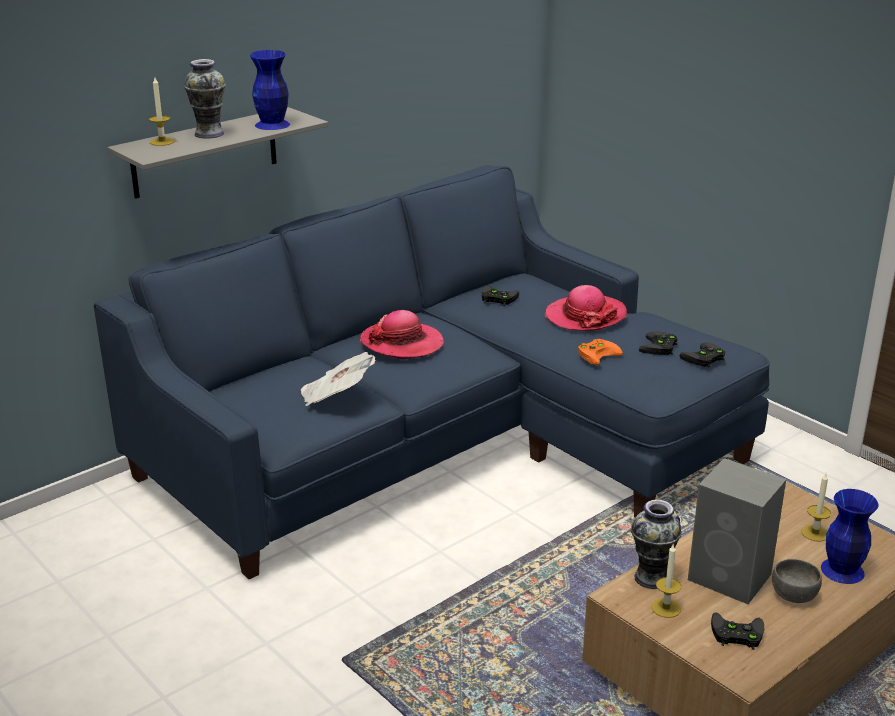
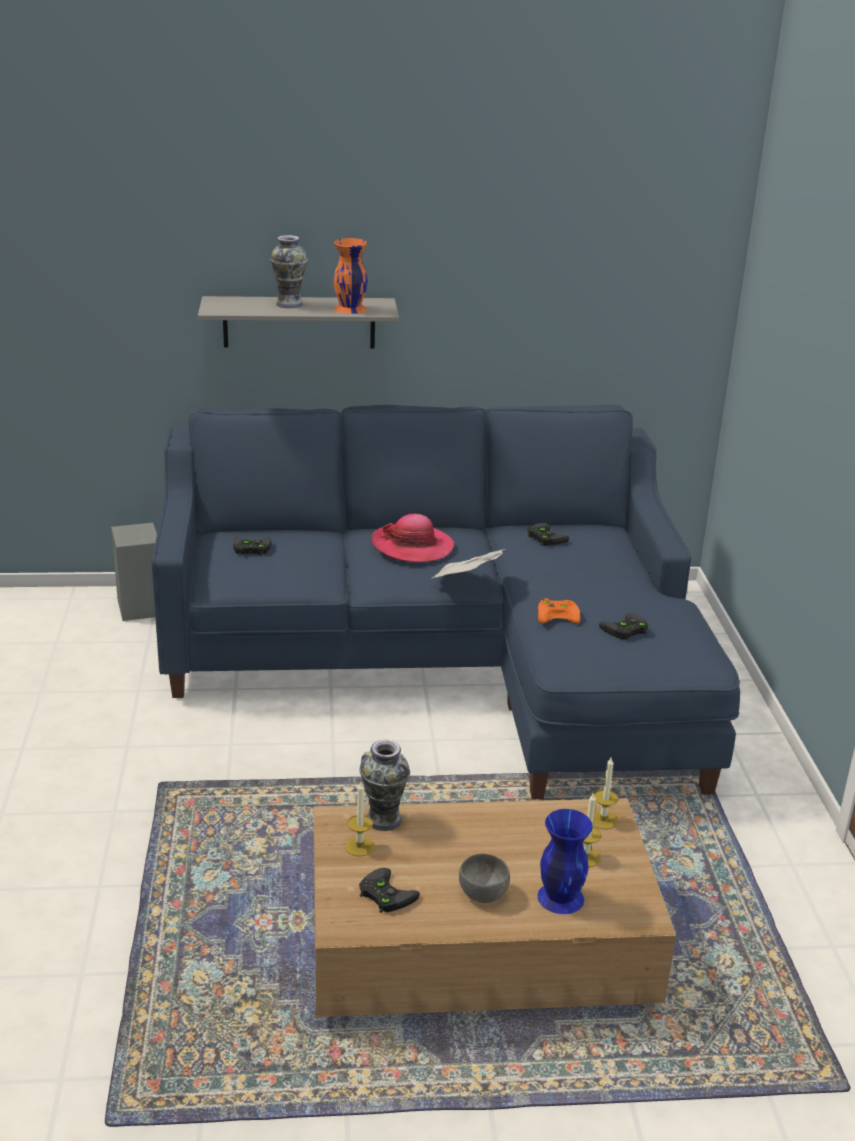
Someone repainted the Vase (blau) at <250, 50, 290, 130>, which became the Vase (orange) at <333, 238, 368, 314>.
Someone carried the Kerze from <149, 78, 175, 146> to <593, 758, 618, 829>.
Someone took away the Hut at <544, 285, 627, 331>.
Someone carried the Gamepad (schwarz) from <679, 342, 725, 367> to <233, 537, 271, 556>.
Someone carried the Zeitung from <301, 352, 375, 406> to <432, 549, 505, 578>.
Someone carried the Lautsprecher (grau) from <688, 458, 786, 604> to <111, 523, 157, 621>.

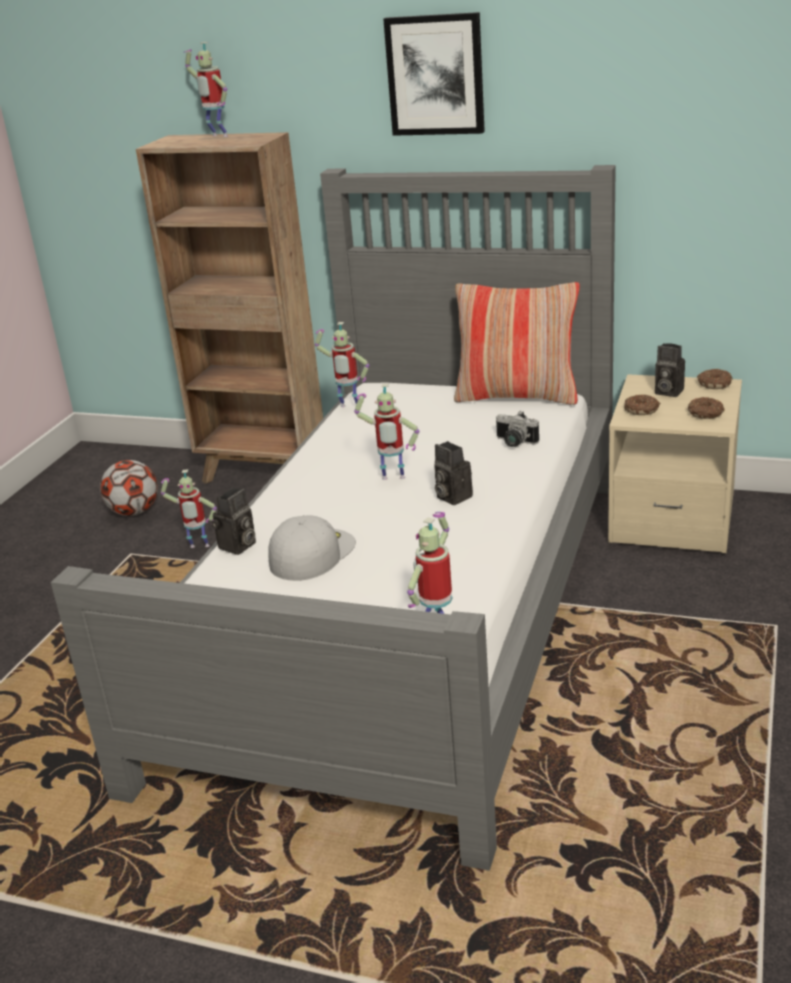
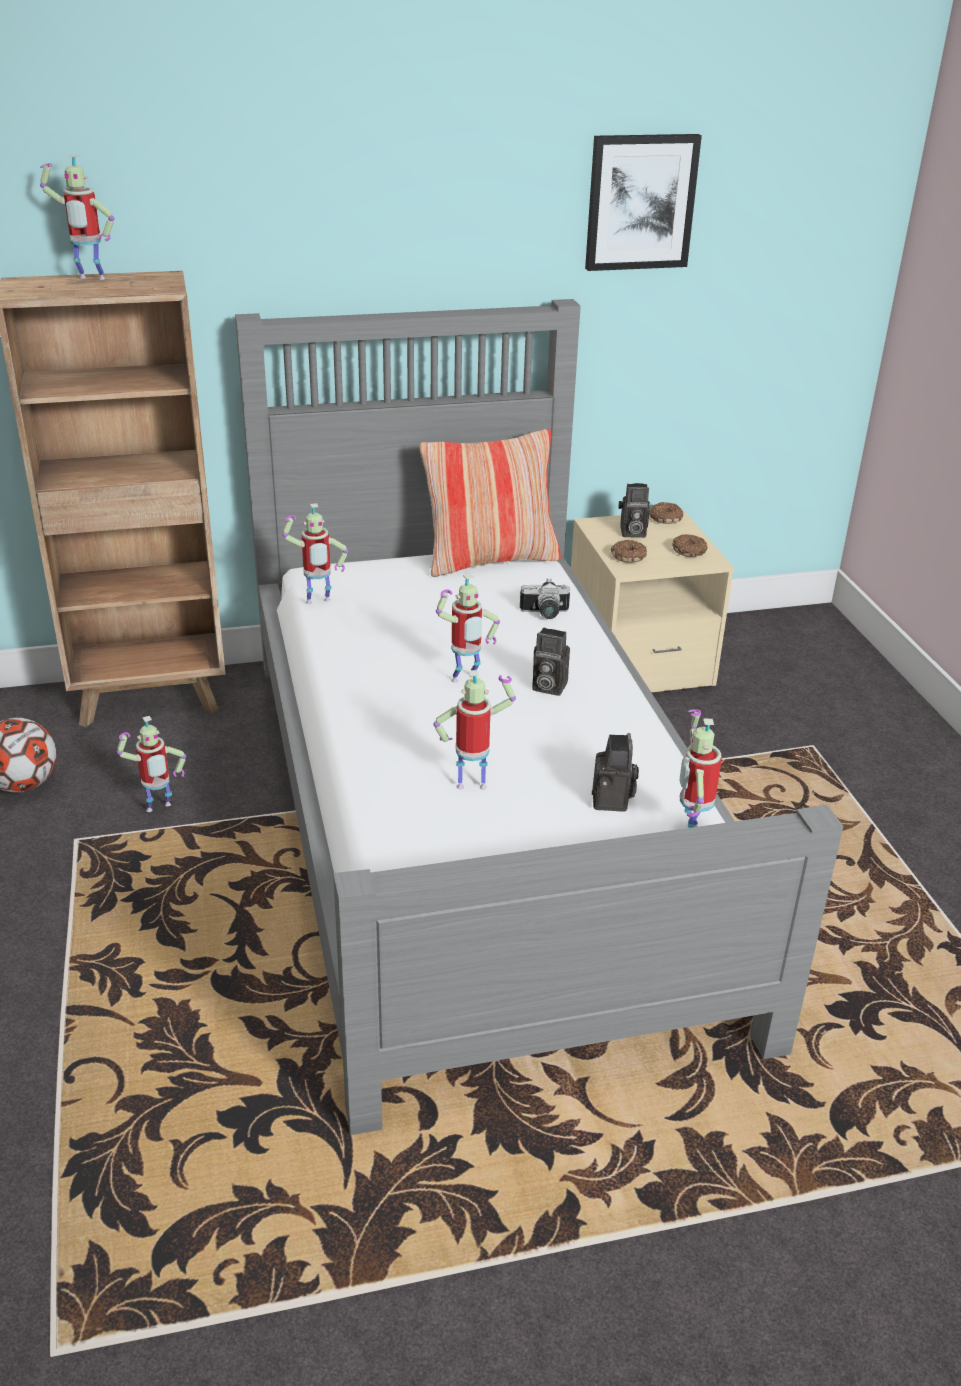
Someone carried the Bild from <383, 12, 485, 136> to <585, 134, 702, 271>.
Someone carried the Kamera from <211, 488, 256, 555> to <592, 733, 639, 812>.
Someone swapped the Kappe (weiß) at <269, 515, 356, 581> for the Spielzeugroboter at <434, 670, 516, 790>.

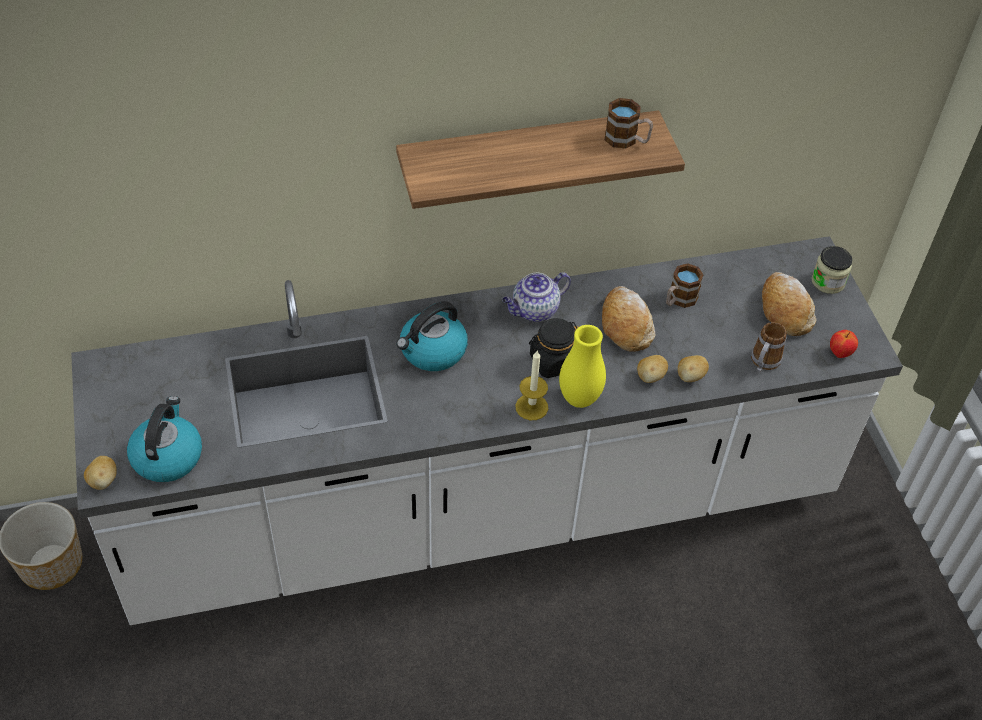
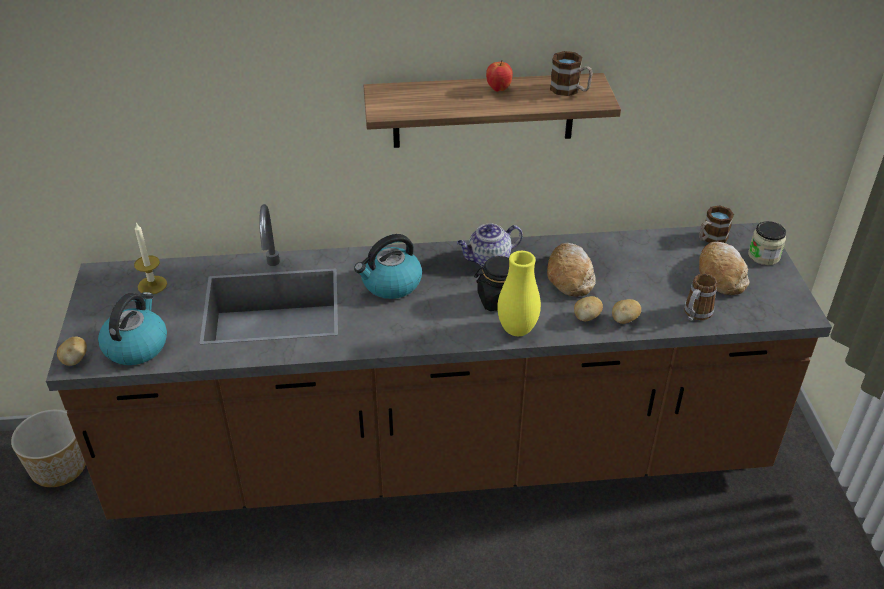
Someone repainted the Küchenzeile (weiß) at <71, 236, 903, 625>, which became the Küchenzeile (braun) at <46, 204, 832, 520>.
Someone carried the Henkelbecher from <666, 263, 703, 308> to <699, 206, 734, 243>.
Someone carried the Apfel from <830, 330, 858, 358> to <486, 61, 513, 92>.
Someone carried the Kerze from <515, 351, 548, 420> to <134, 222, 167, 294>.

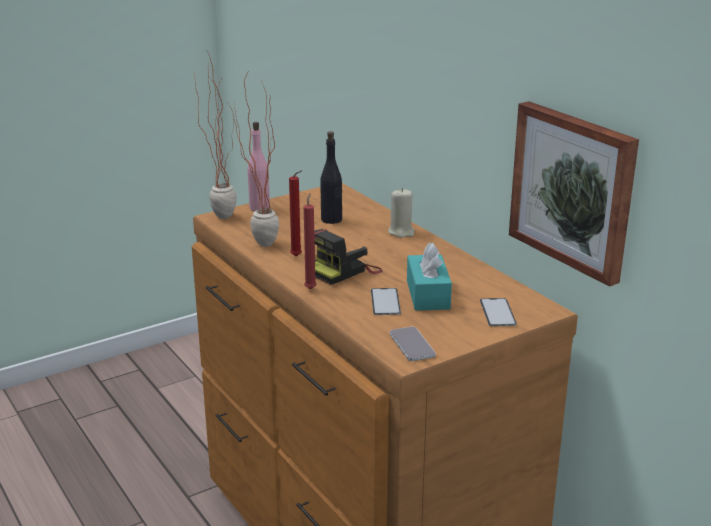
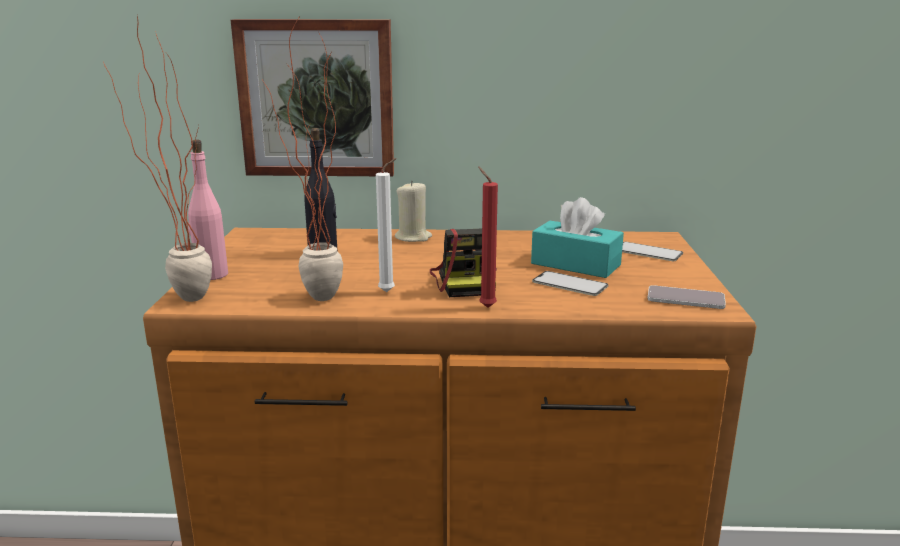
Someone carried the Bild from <509, 101, 639, 287> to <231, 19, 394, 177>.
Someone repainted the Kerze (rot) at <289, 170, 302, 256>, which became the Kerze (weiß) at <376, 158, 396, 292>.

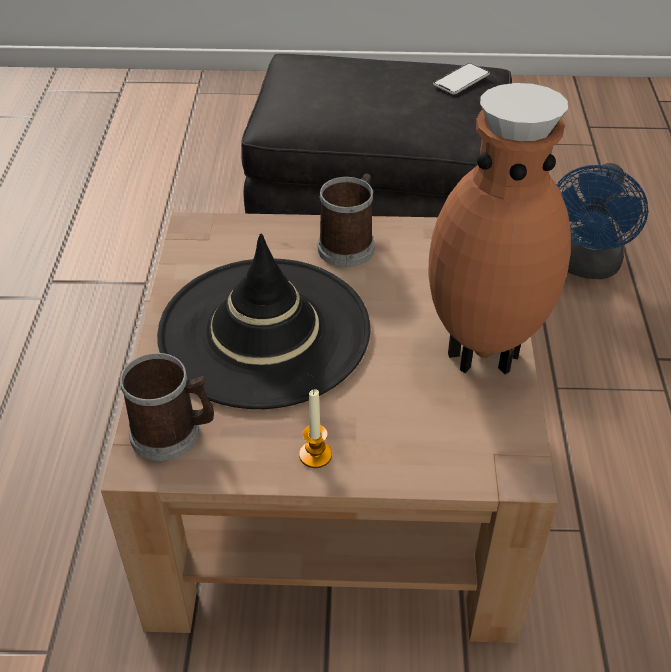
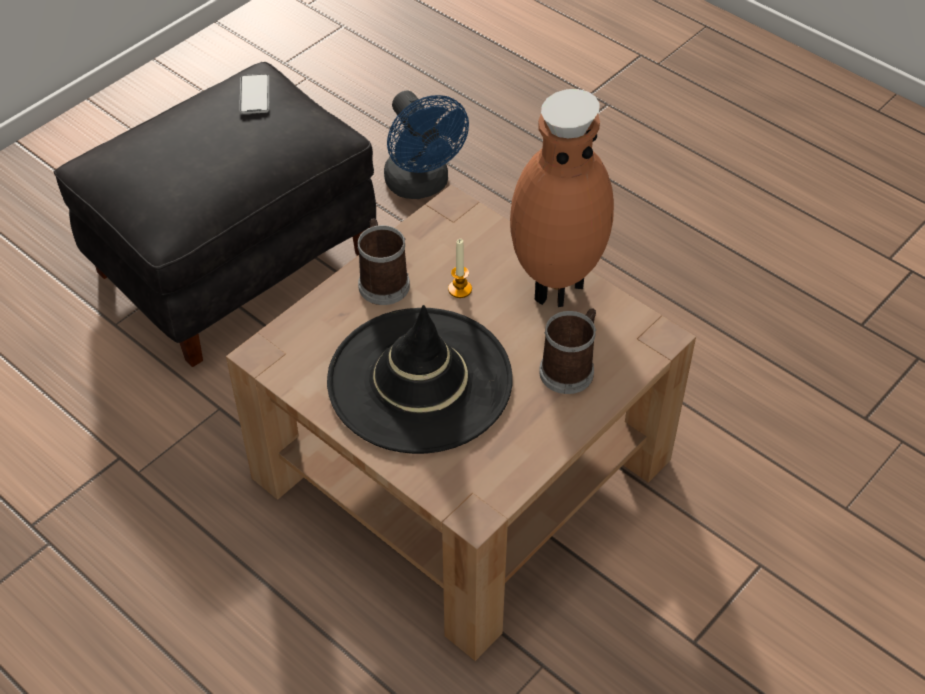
Someone carried the Henkelbecher from <120, 353, 214, 461> to <539, 308, 596, 394>.
Someone carried the Kerze from <299, 389, 332, 468> to <448, 239, 472, 298>.

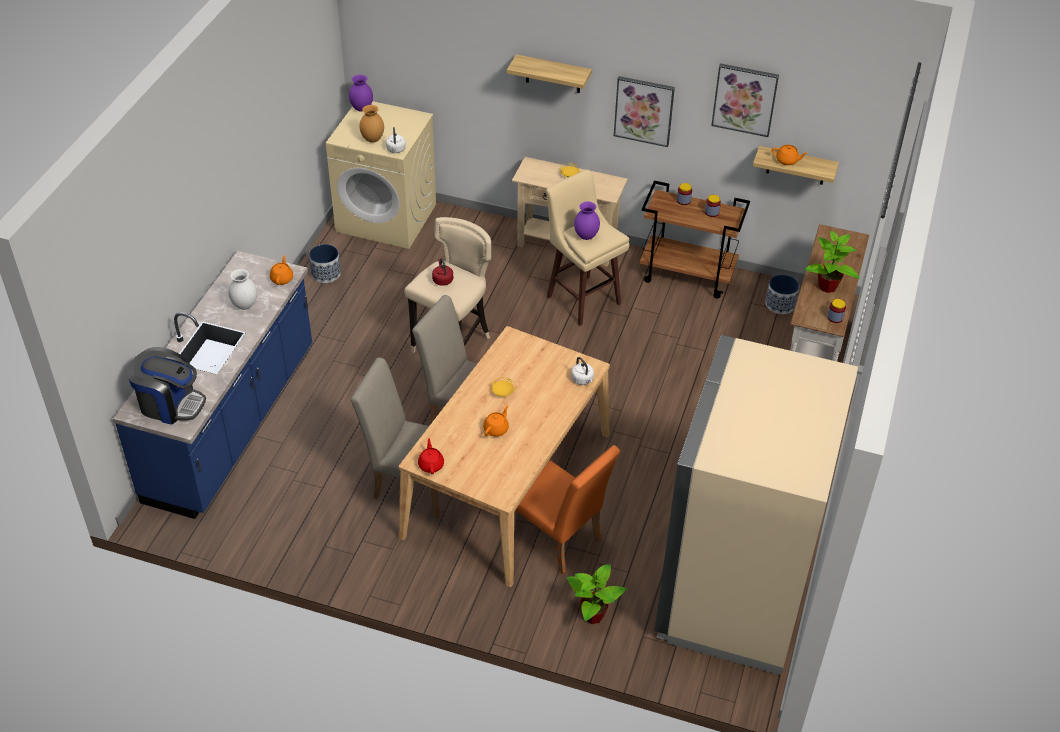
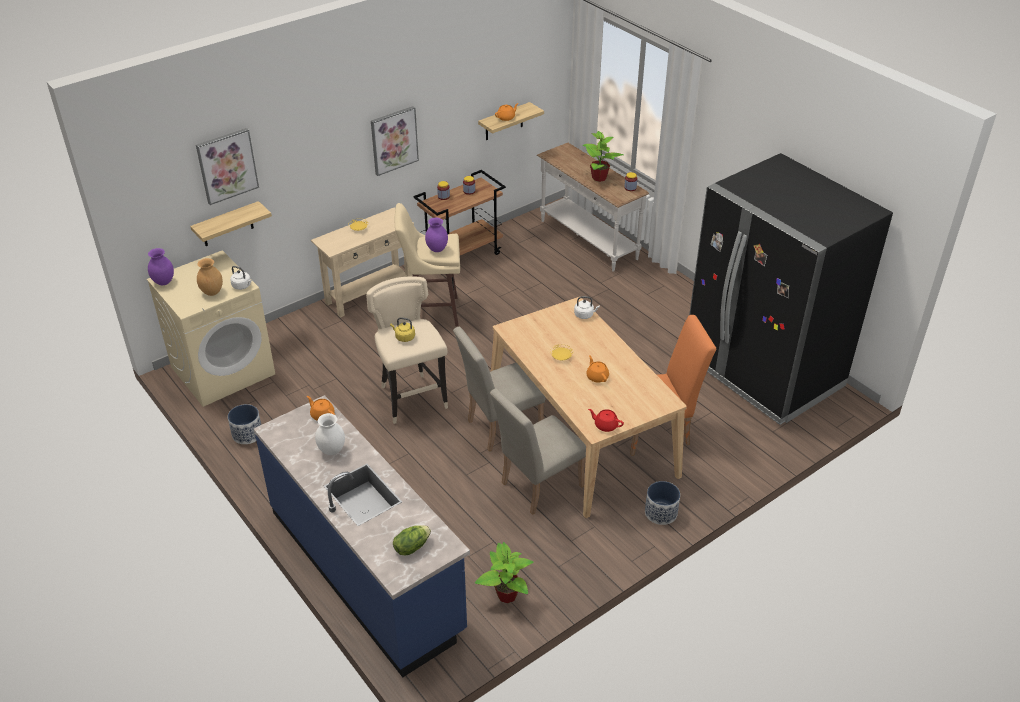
Someone carried the Wandregal from <507, 54, 592, 93> to <190, 201, 272, 246>.
Someone carried the Bild from <711, 63, 779, 137> to <196, 128, 259, 205>.
Someone repainted the Wasserkessel (rot) at <432, 258, 453, 286>, which became the Wasserkessel (gelb) at <390, 317, 415, 342>.
Someone carried the Pflanzkübel from <765, 274, 800, 314> to <645, 481, 680, 525>.
Someone repainted the Kühlschrank (beige) at <655, 335, 858, 675>, which became the Kühlschrank (schwarz) at <689, 153, 893, 425>.
Someone swapped the Kaffeemaschine at <128, 347, 206, 425> for the Salatkopf at <393, 525, 431, 555>.
Someone carried the Topfpflanze from <567, 564, 627, 624> to <475, 542, 533, 603>.

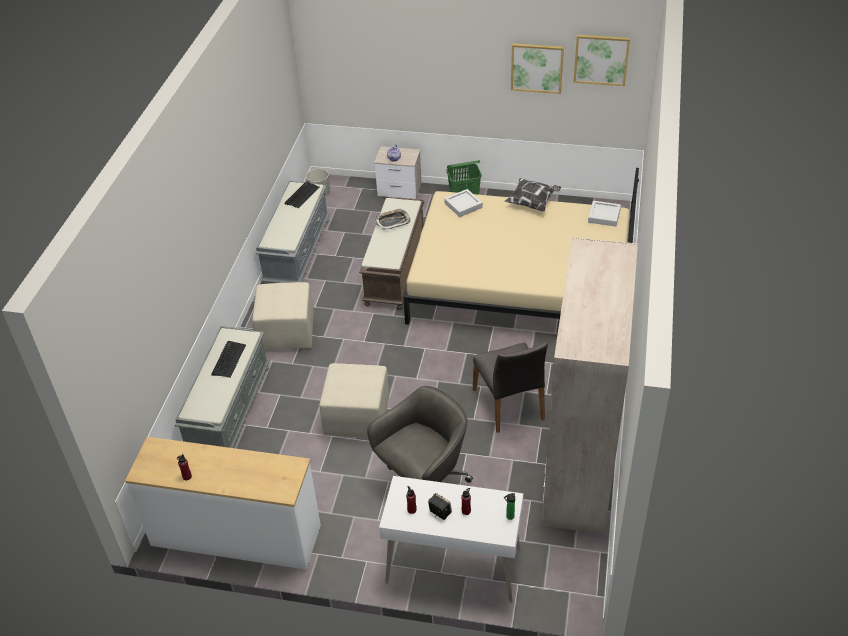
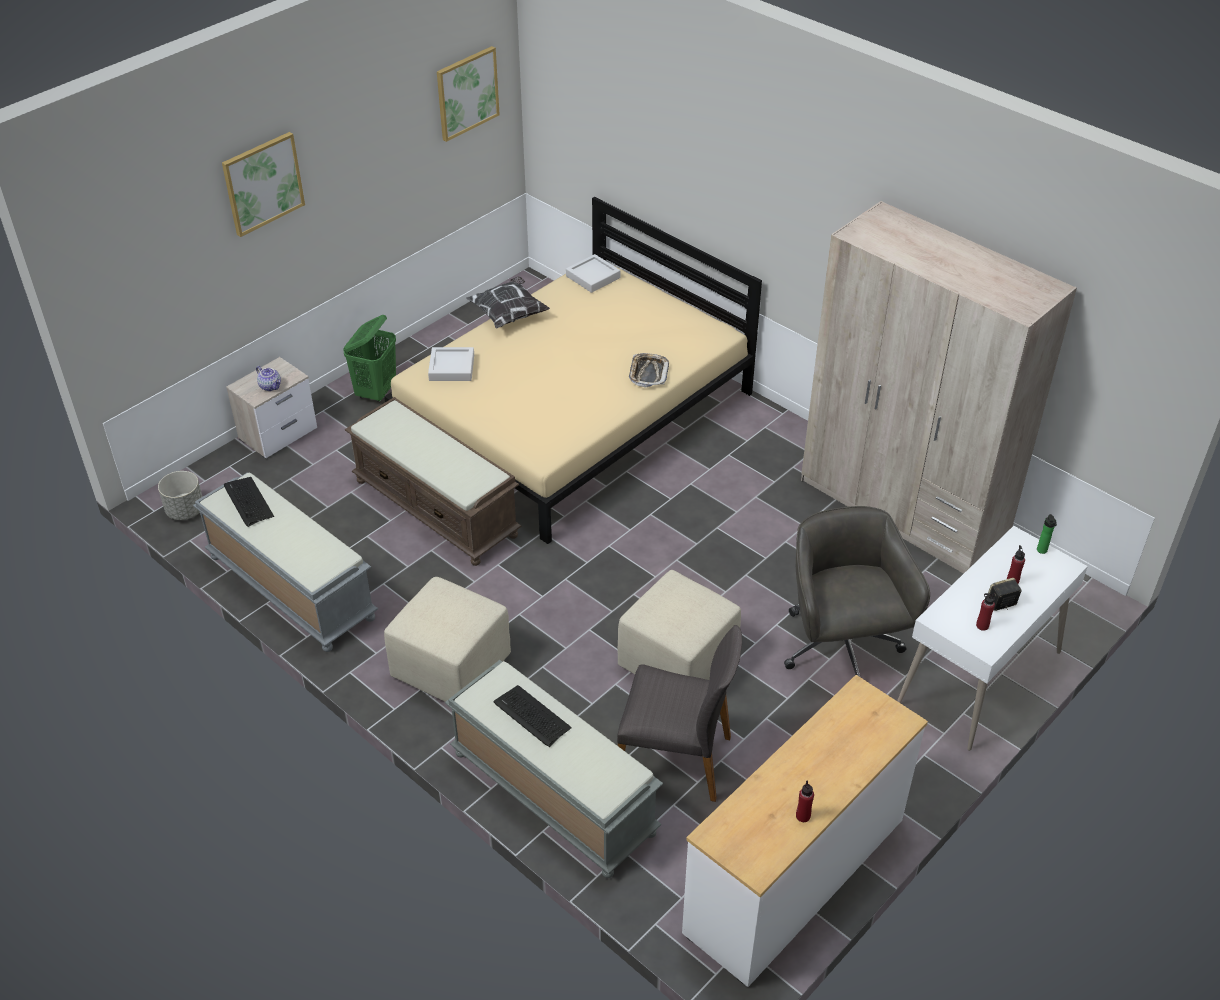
Someone carried the Bild from <511, 43, 564, 94> to <222, 132, 305, 237>.
Someone carried the Tablett from <374, 208, 411, 230> to <629, 353, 669, 388>.
Someone carried the Stuhl (grau) from <473, 341, 548, 433> to <617, 625, 742, 802>.

